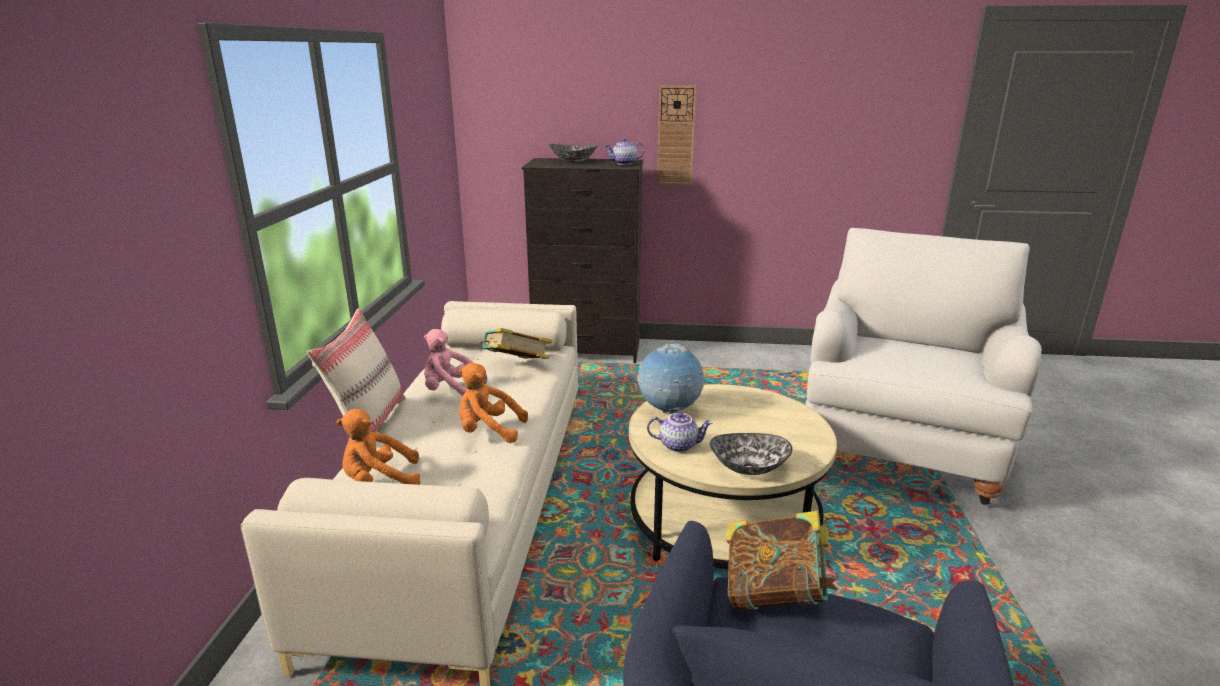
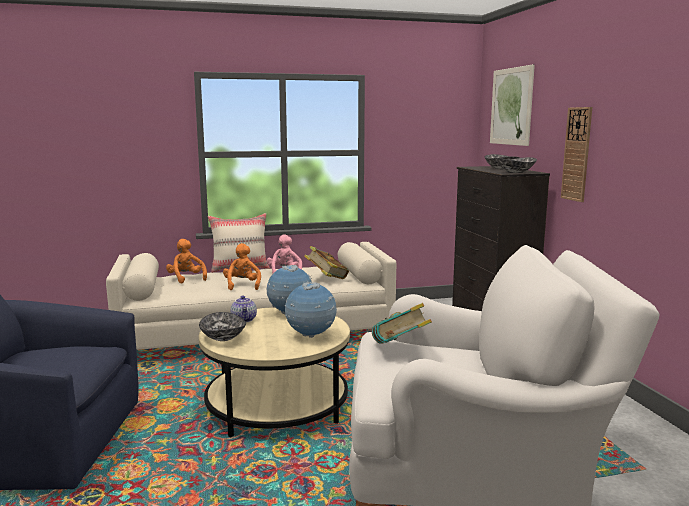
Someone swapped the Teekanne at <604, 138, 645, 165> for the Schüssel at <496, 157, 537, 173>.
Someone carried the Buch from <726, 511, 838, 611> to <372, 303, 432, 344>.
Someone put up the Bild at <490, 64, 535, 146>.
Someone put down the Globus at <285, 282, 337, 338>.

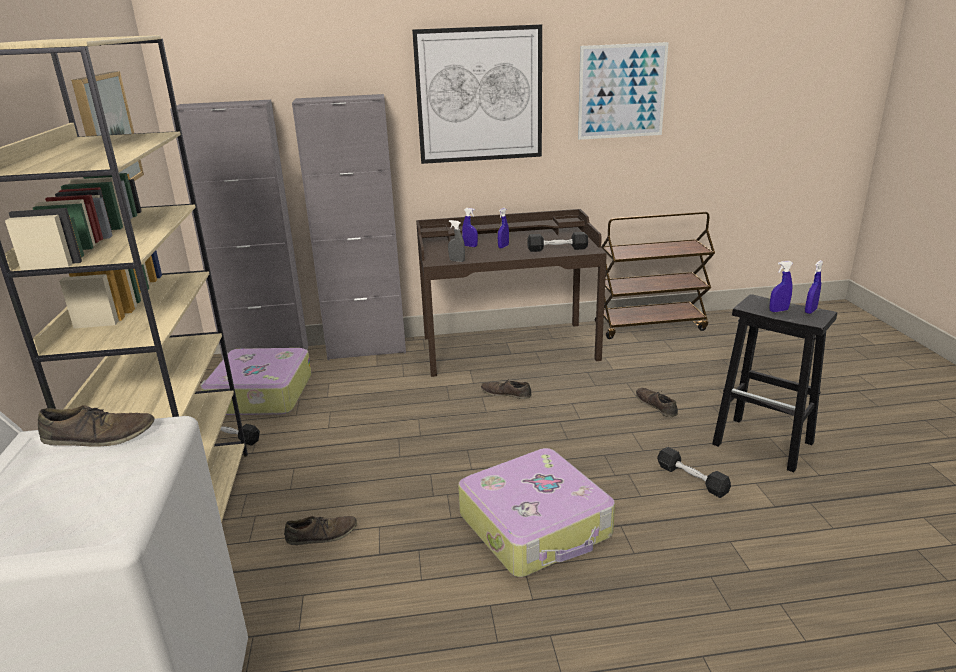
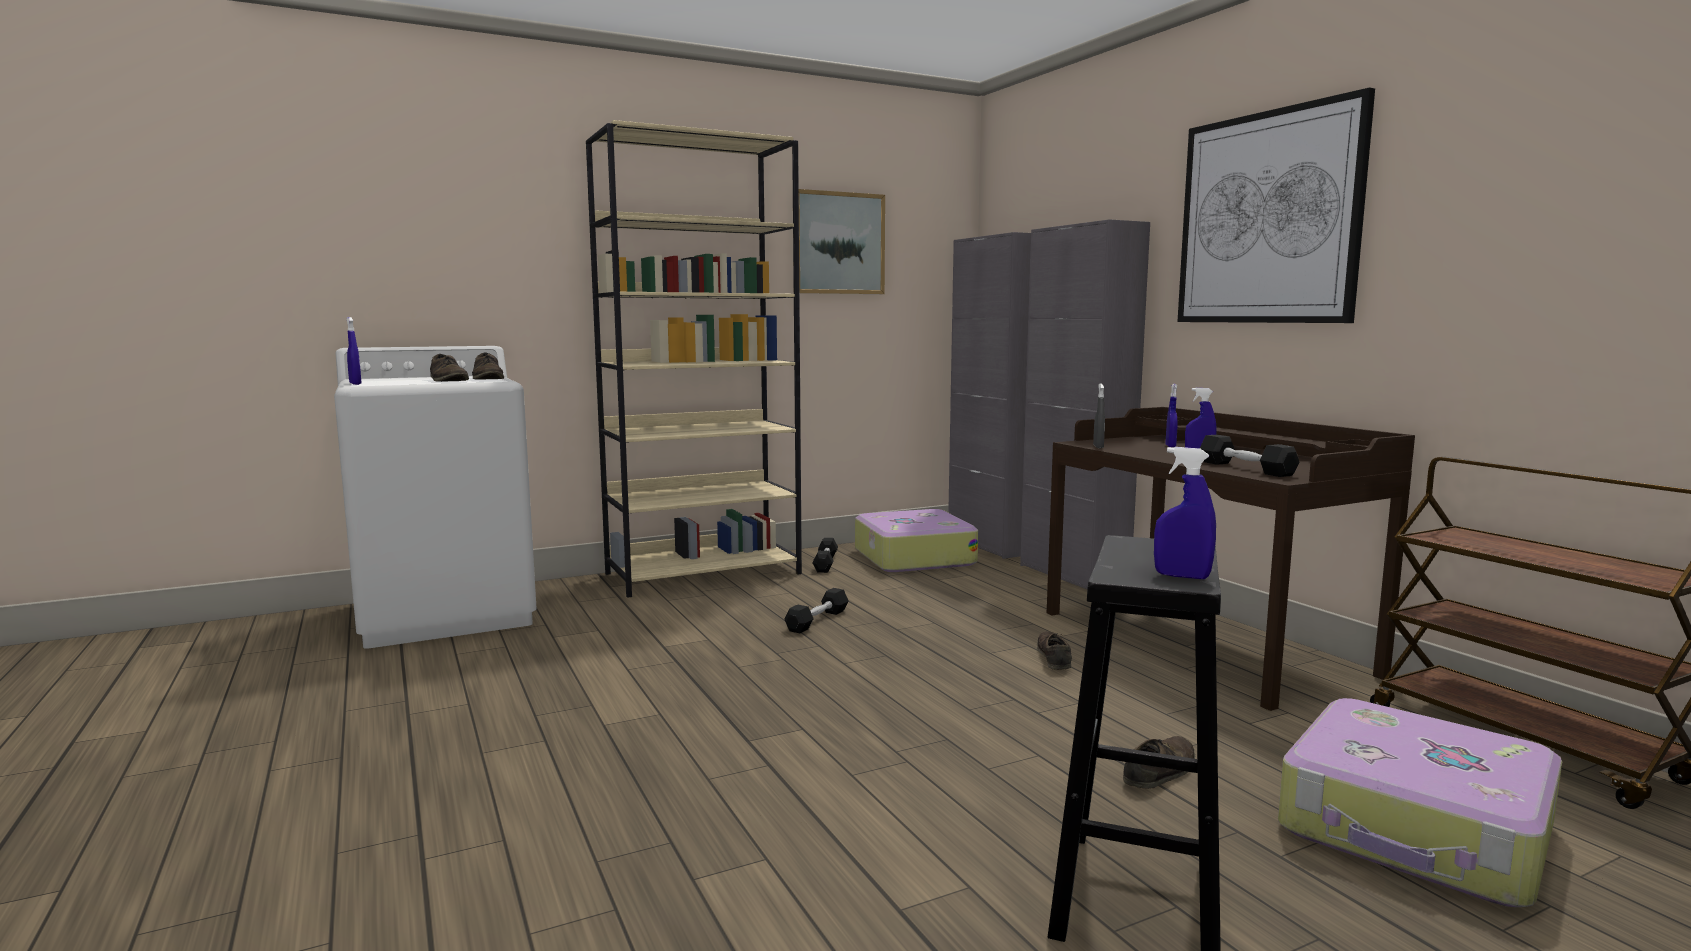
Someone took away the Bild at <578, 42, 669, 140>.
Someone carried the Sprühflasche (blau) from <769, 261, 793, 312> to <347, 317, 362, 385>.
Someone carried the Hantel (schwarz) from <657, 447, 731, 498> to <784, 588, 848, 633>.
Someone carried the Koffer from <458, 448, 615, 577> to <1278, 698, 1562, 907>.
Someone carried the Schuh (braun) from <284, 516, 357, 545> to <430, 354, 469, 382>.

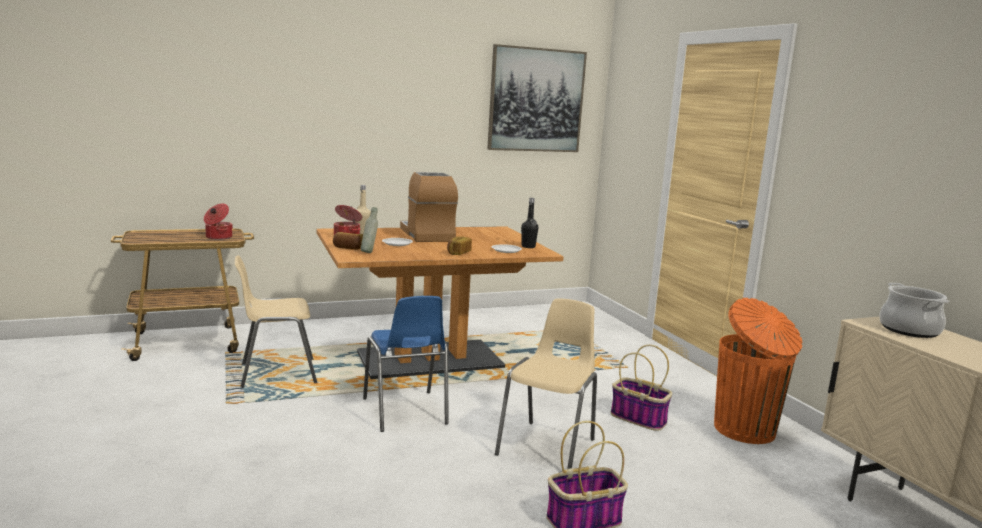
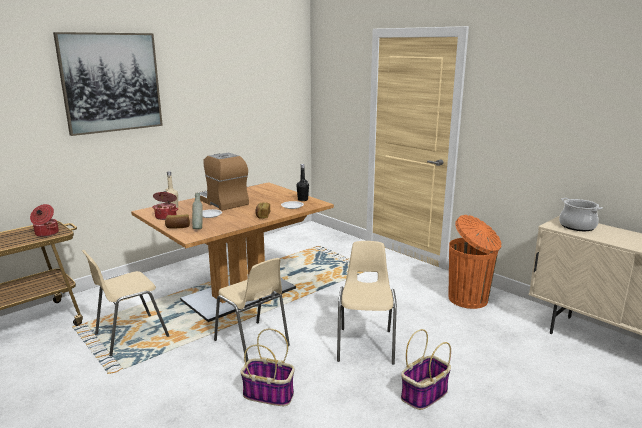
Someone carried the Bild from <487, 44, 587, 152> to <53, 32, 163, 136>.
Someone repainted the Stuhl (blau) at <363, 296, 449, 432>, which became the Stuhl (beige) at <214, 258, 290, 362>.
Someone carried the Korb from <611, 345, 672, 431> to <240, 329, 294, 406>.

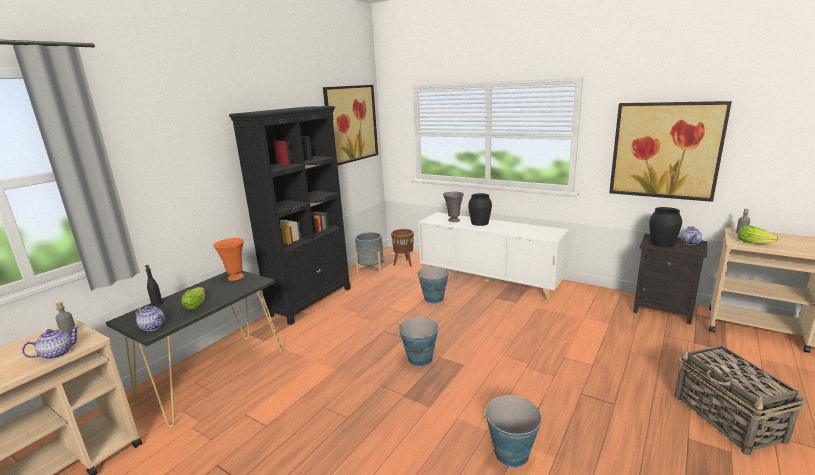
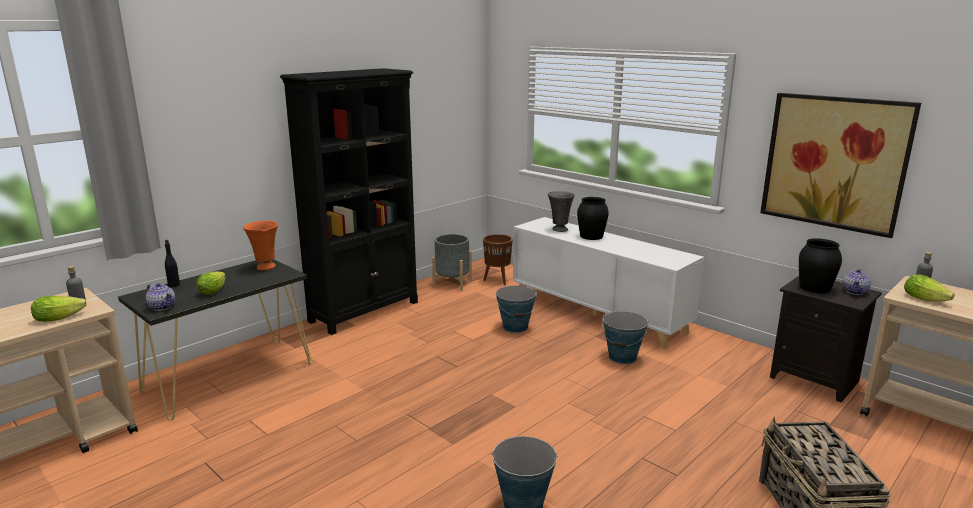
Someone took away the Bild at <323, 85, 378, 165>.
Someone carried the Eimer from <398, 317, 439, 366> to <601, 311, 648, 364>.
Someone swapped the Teekanne at <22, 326, 79, 359> for the Salatkopf at <31, 296, 87, 322>.

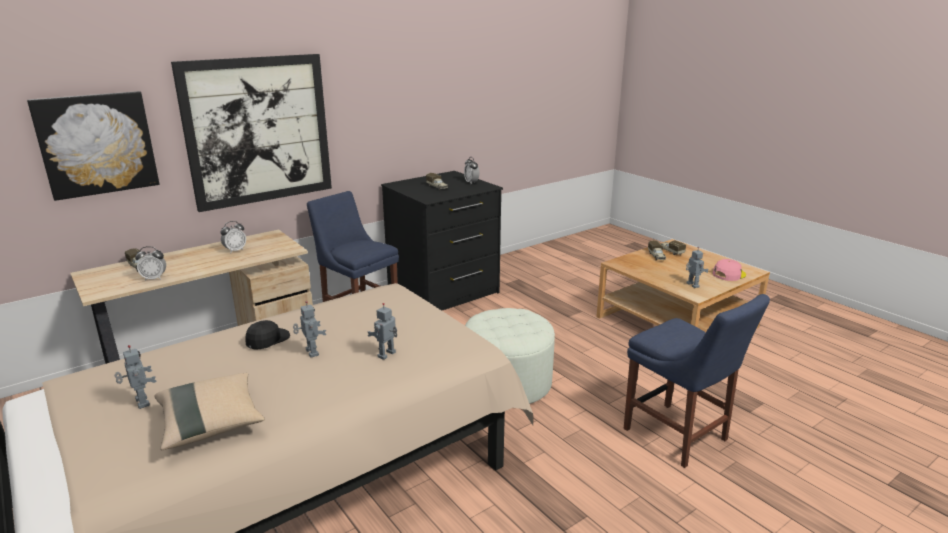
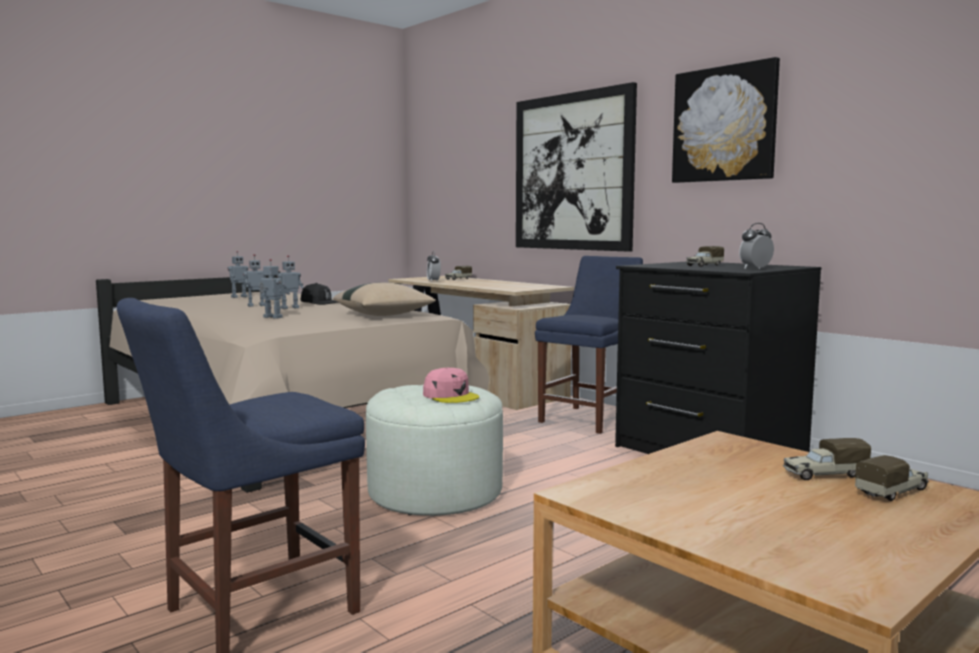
Someone carried the Bild from <27, 91, 159, 201> to <672, 57, 780, 183>.
Someone took away the Wecker at <220, 221, 246, 253>.
Someone carried the Spielzeugroboter from <686, 247, 709, 288> to <243, 254, 267, 307>.
Someone carried the Kappe (rosa) from <713, 259, 746, 281> to <423, 368, 479, 403>.
Someone carried the Kissen (beige) from <154, 373, 265, 450> to <333, 282, 436, 316>.

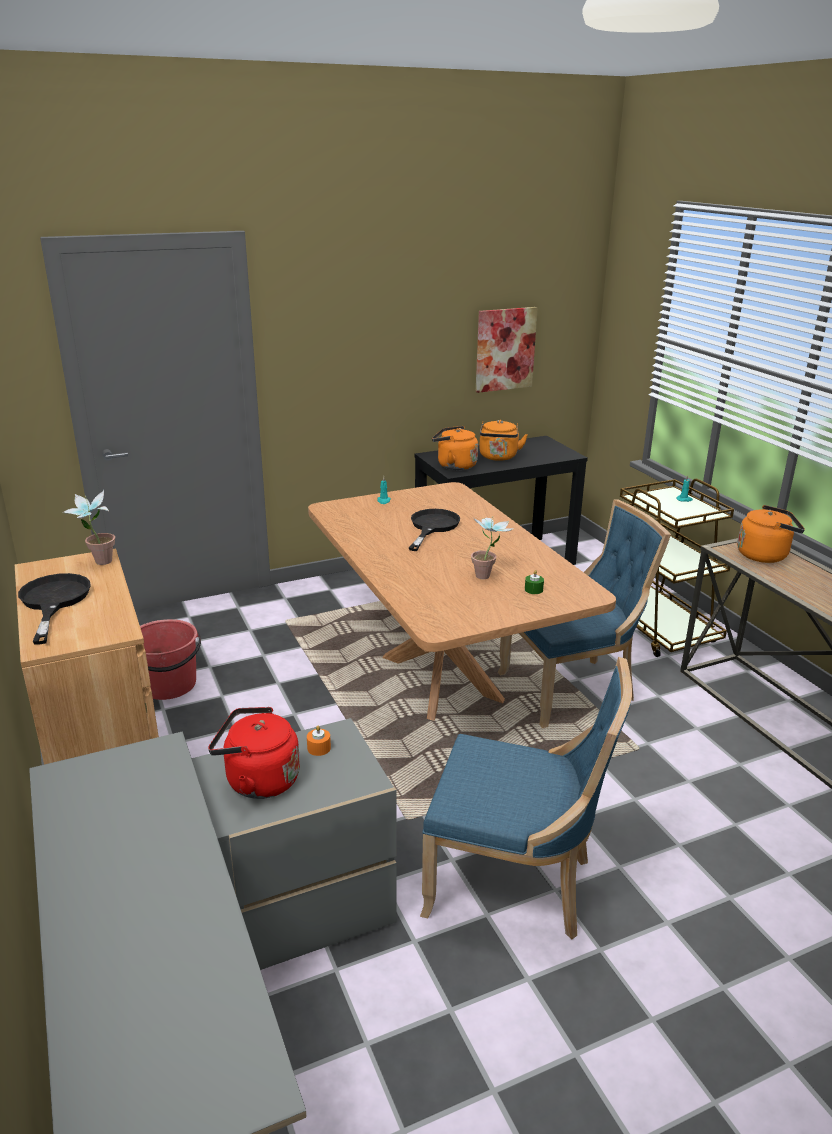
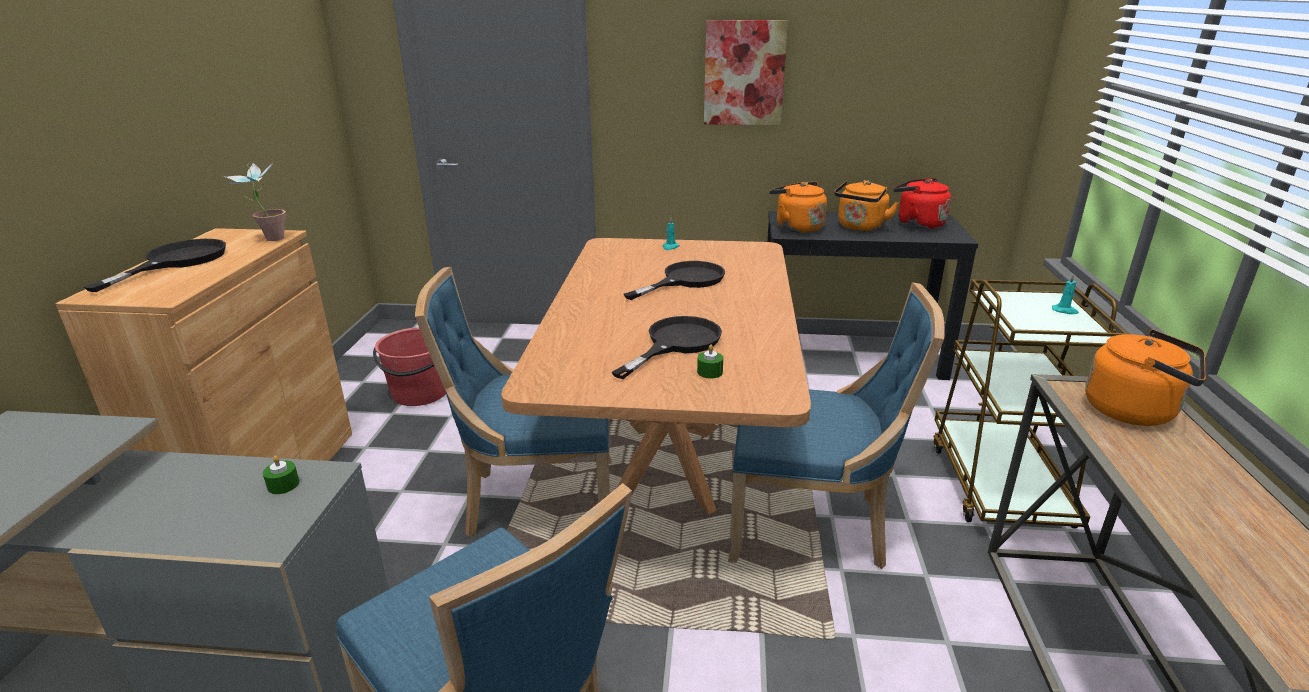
Someone carried the Bild from <476, 307, 538, 393> to <704, 20, 788, 125>.
Someone swapped the Topfpflanze at <471, 518, 514, 579> for the Pfanne (schwarz) at <612, 316, 722, 379>.
Someone carried the Wasserkessel (rot) from <208, 707, 300, 799> to <894, 178, 951, 229>.
Someone repainted the Kerze (orange) at <307, 725, 331, 756>, which became the Kerze (grün) at <263, 456, 300, 494>.
Someone put down the Stuhl (blau) at <415, 267, 612, 536>.

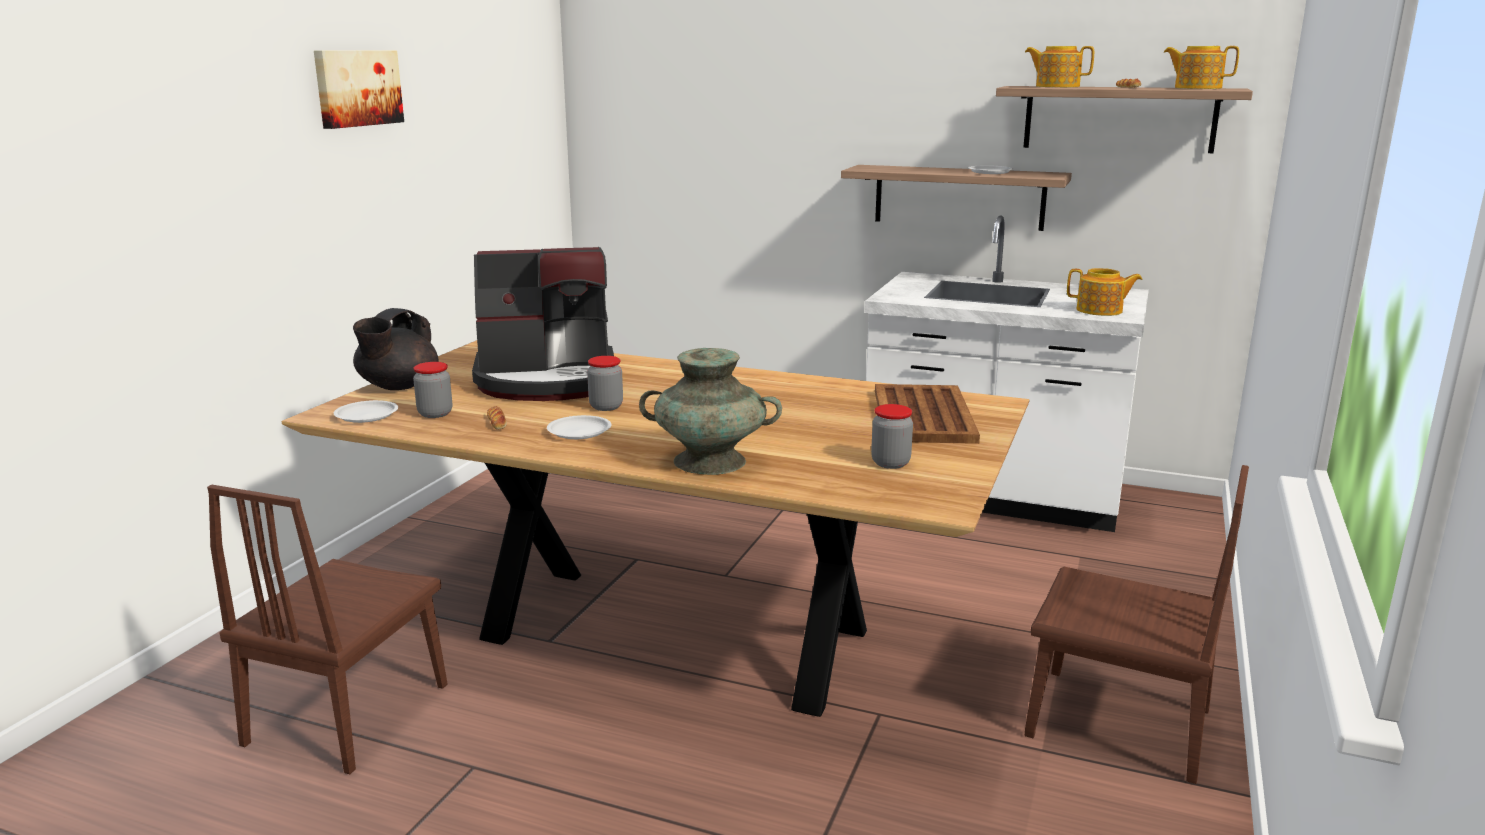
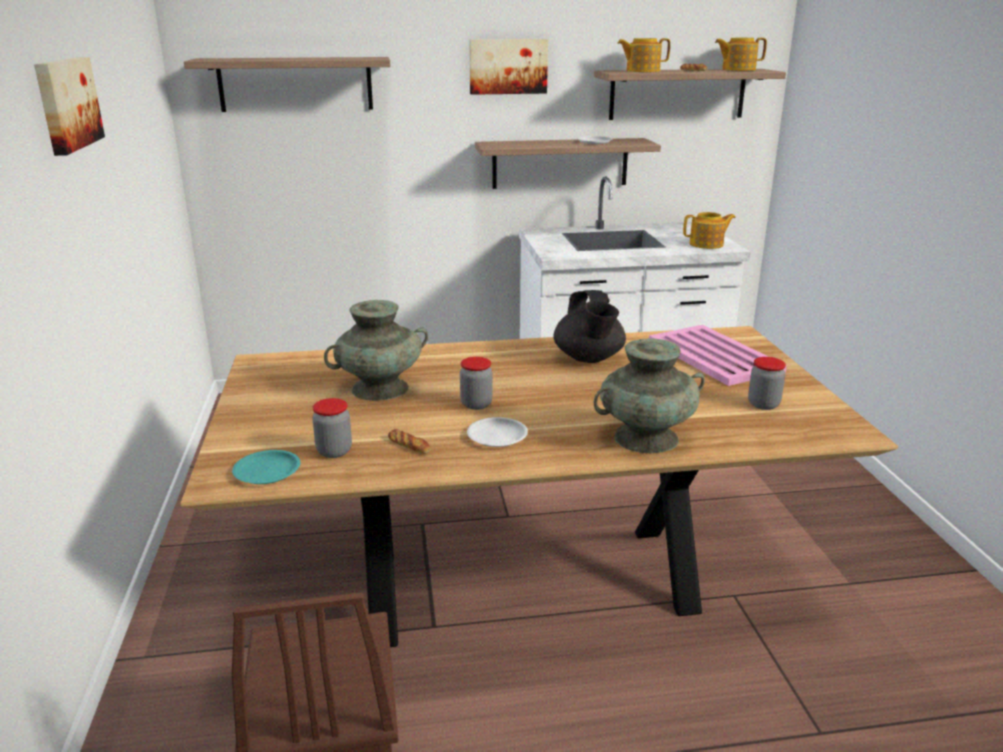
Someone swapped the Kaffeemaschine at <472, 247, 614, 401> for the Vase (türkis) at <324, 300, 428, 401>.
Someone carried the Teekanne (schwarz) from <353, 308, 439, 390> to <553, 290, 626, 363>.
Someone repainted the Tablett (braun) at <875, 384, 980, 444>, which became the Tablett (rosa) at <649, 325, 787, 386>.
Someone repainted the Teller (weiß) at <334, 400, 398, 423>, which became the Teller (türkis) at <232, 450, 301, 484>.
Someone took away the Stuhl (braun) at <1025, 465, 1249, 784>.
Someone put up the Bild at <469, 39, 548, 95>.
Someone put up the Wandregal at <184, 57, 391, 112>.

